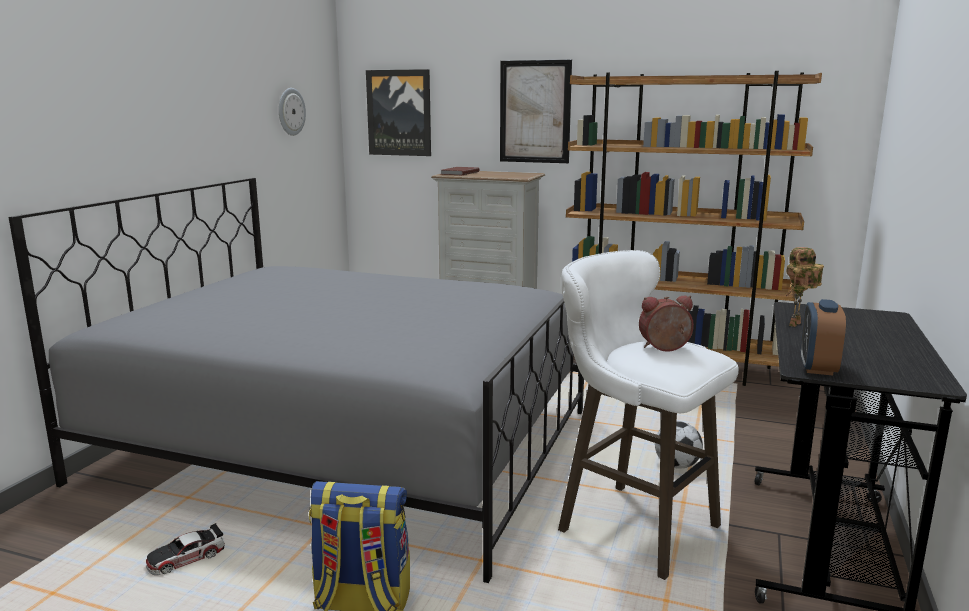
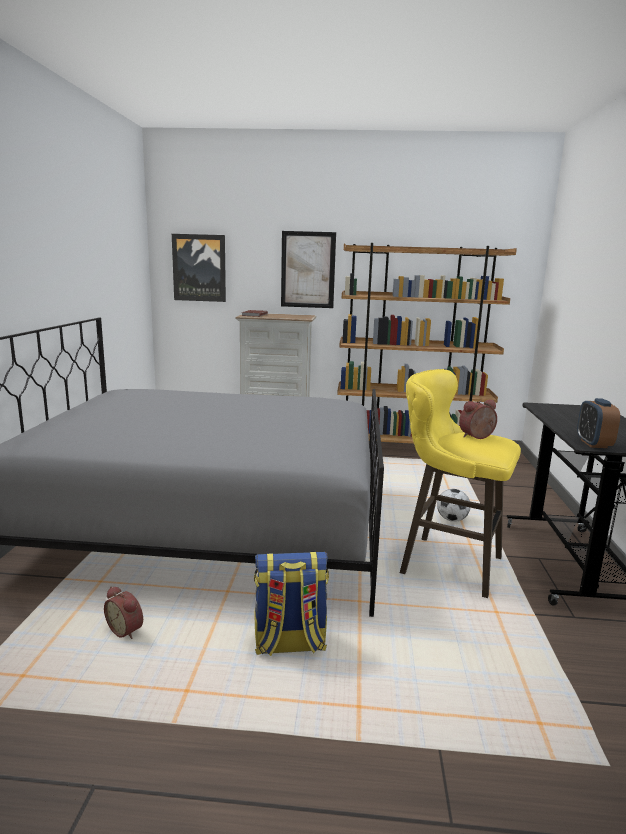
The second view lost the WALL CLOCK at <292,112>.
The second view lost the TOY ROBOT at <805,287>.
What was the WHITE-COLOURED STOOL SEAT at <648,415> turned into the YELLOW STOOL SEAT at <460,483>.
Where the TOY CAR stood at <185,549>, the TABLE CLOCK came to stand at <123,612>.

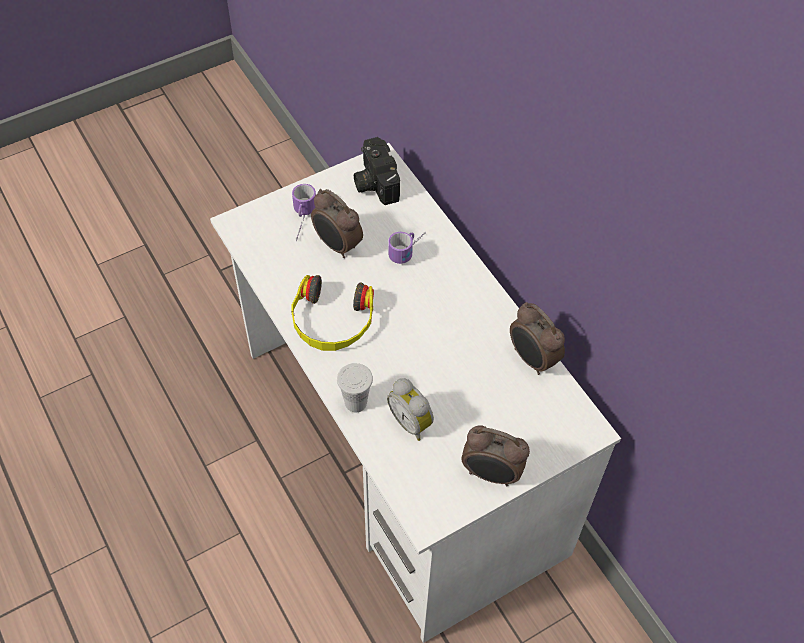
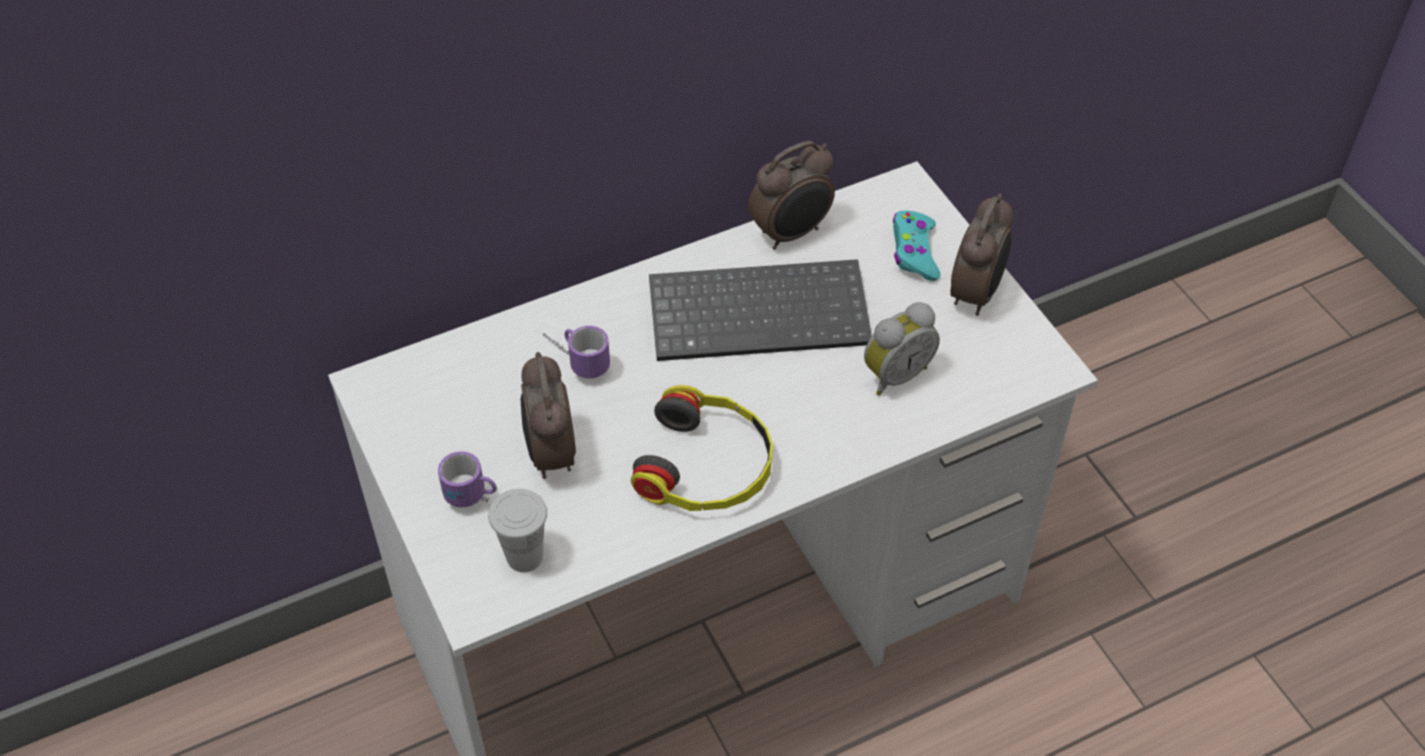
The second view lost the PHOTO CAMERA at <377,171>.
The TABLE CLOCK at <337,223> ended up facing another way, 120 degrees clockwise from before.
The WHITE-COLOURED SMALL CUP ended up elsewhere, having gone from <355,387> to <517,530>.
The second view gained the TURQUOISE GAMEPAD at <916,246>.
The second view gained the KEYBOARD at <760,310>.

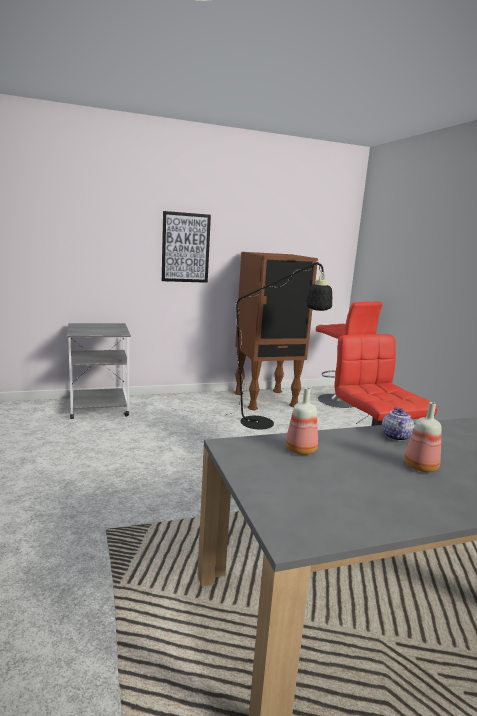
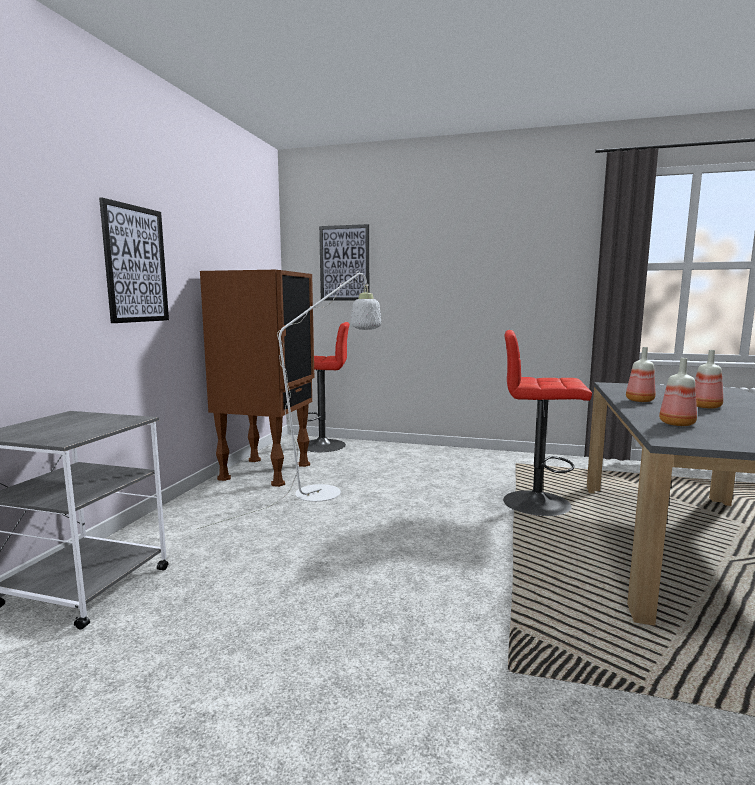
What was the BLACK STANDARD LAMP at <251,345> turned into the WHITE-COLOURED STANDARD LAMP at <289,400>.
Where the TEA POT stood at <398,424>, the DRINK BOTTLE came to stand at <640,374>.
The second view gained the WALL ART at <344,262>.

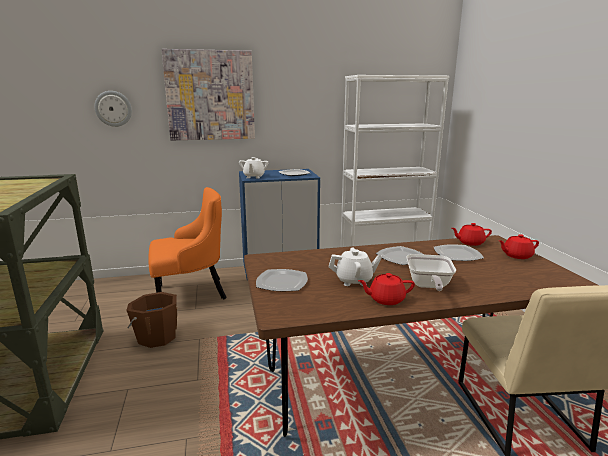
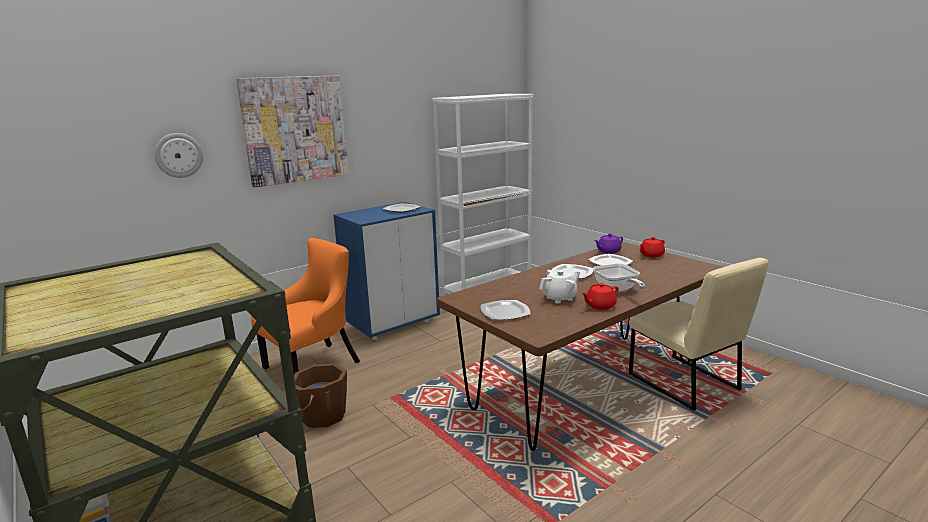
The second view lost the WHITE-COLOURED TEA POT at <253,168>.
What was the REDDISH TEA POT at <472,234> turned into the PURPLE TEA POT at <608,243>.

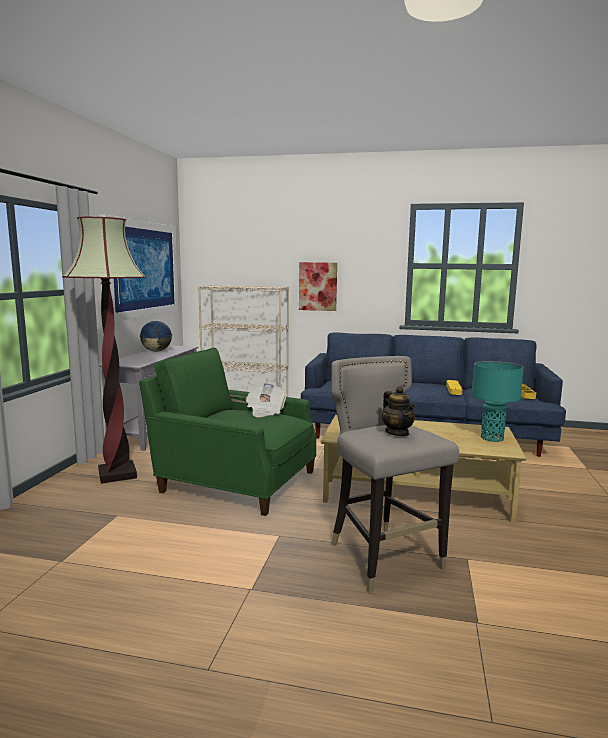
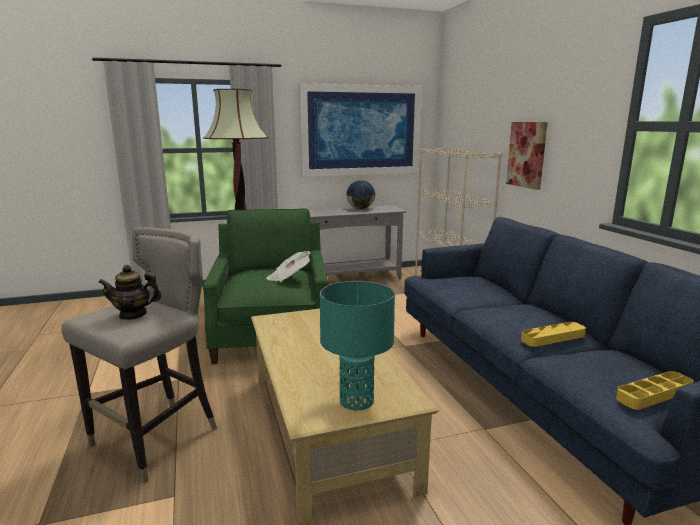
The TEA POT at <398,411> ended up facing another way, 45 degrees clockwise from before.

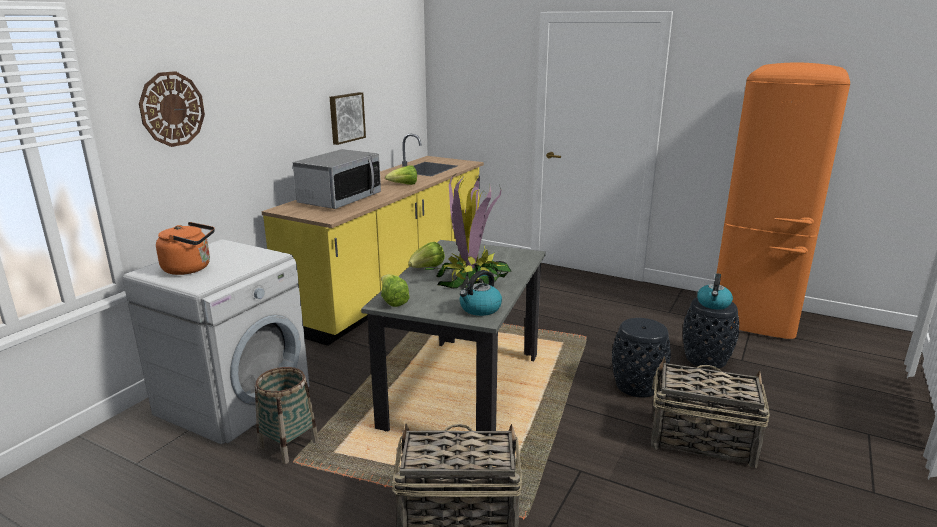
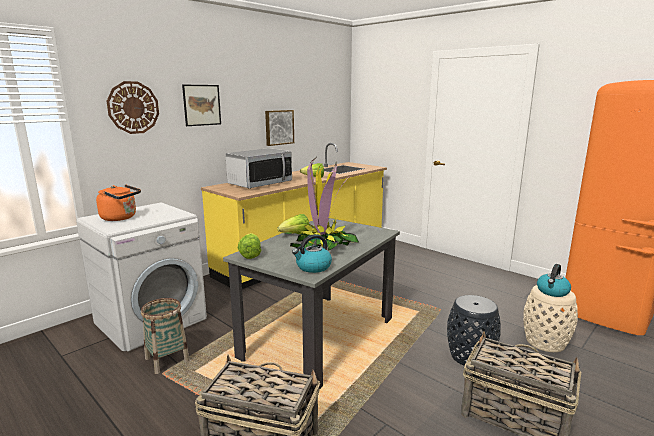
What was the BLACK STOOL SEAT at <711,333> turned into the BEIGE STOOL SEAT at <550,318>.
The second view gained the WALL ART at <201,105>.

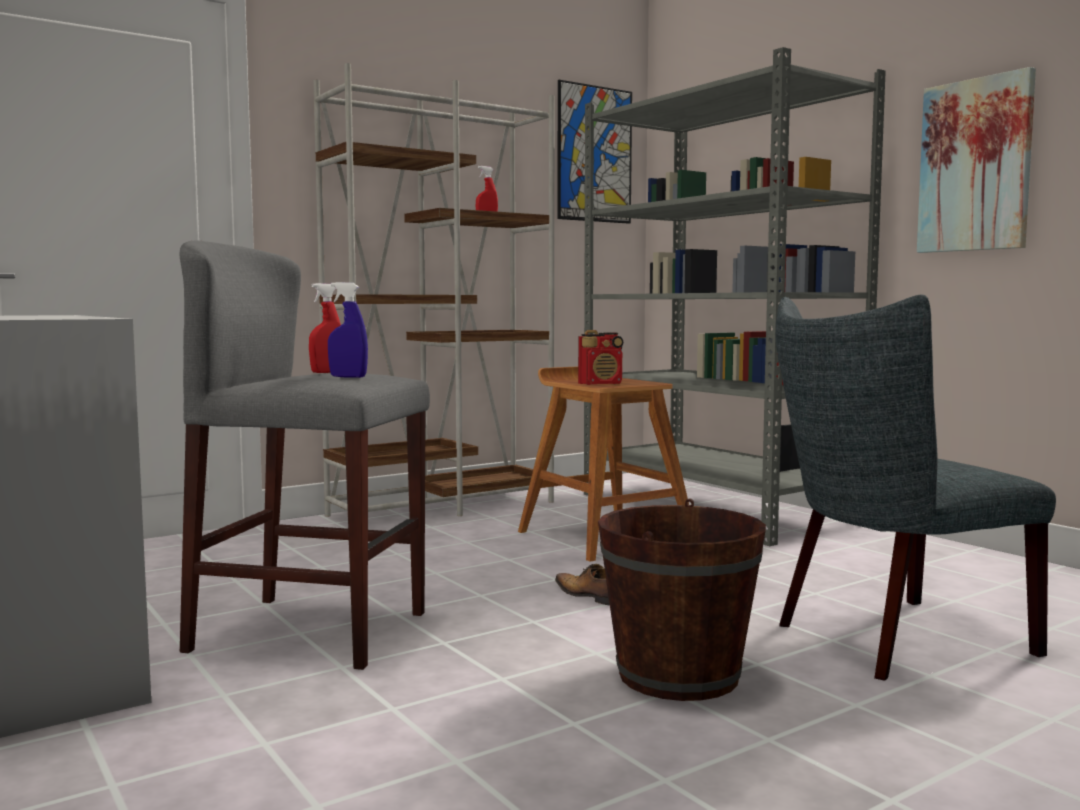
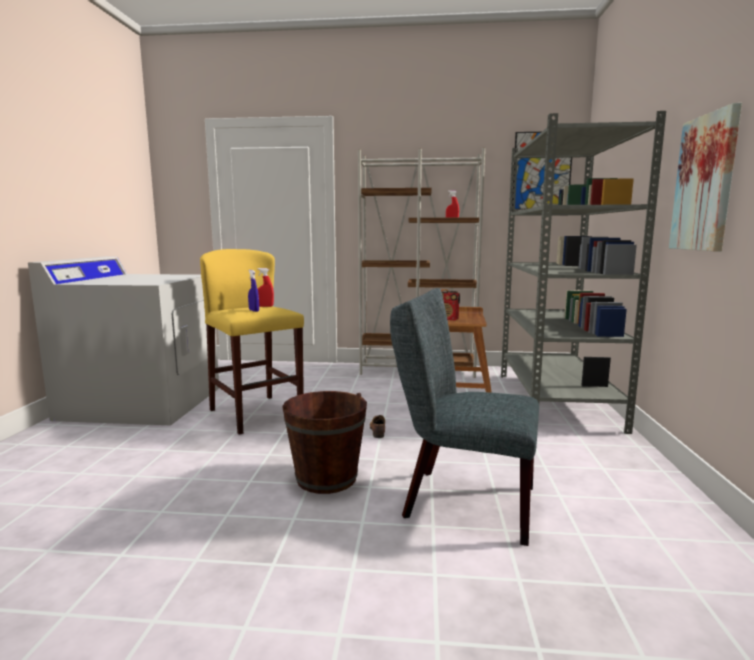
What was the GREY STOOL SEAT at <304,455> turned into the YELLOW STOOL SEAT at <252,342>.

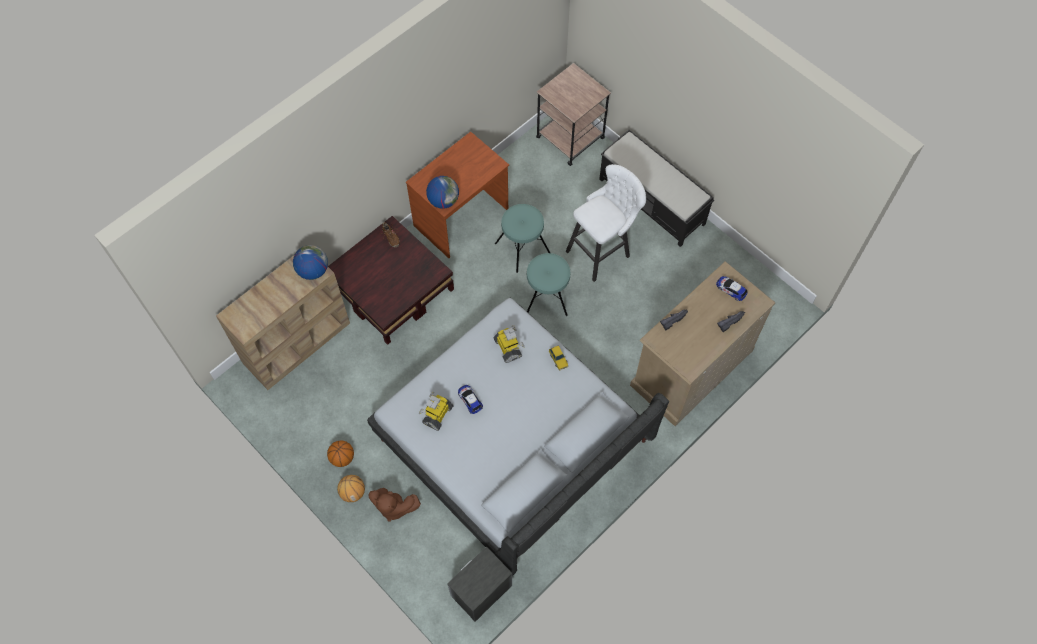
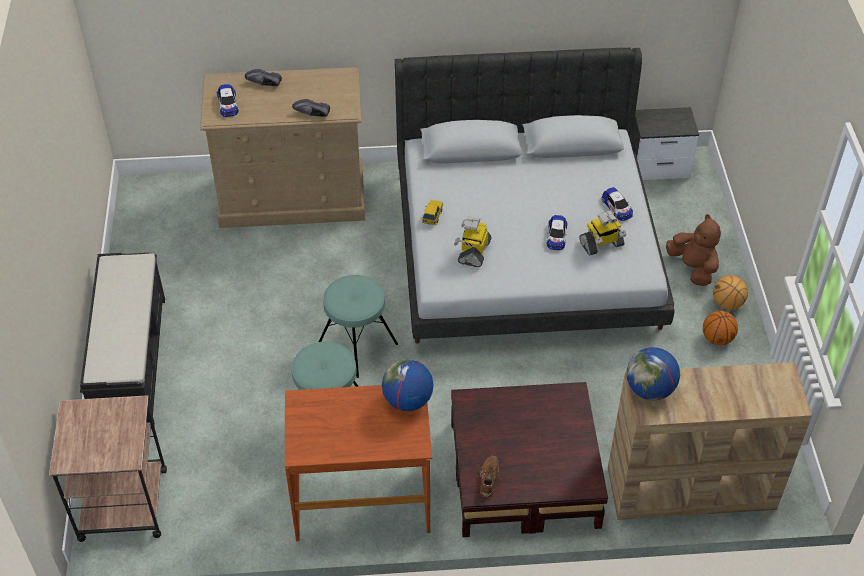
The second view lost the WHITE-COLOURED STOOL SEAT at <606,223>.
The second view gained the TOY CAR at <617,204>.

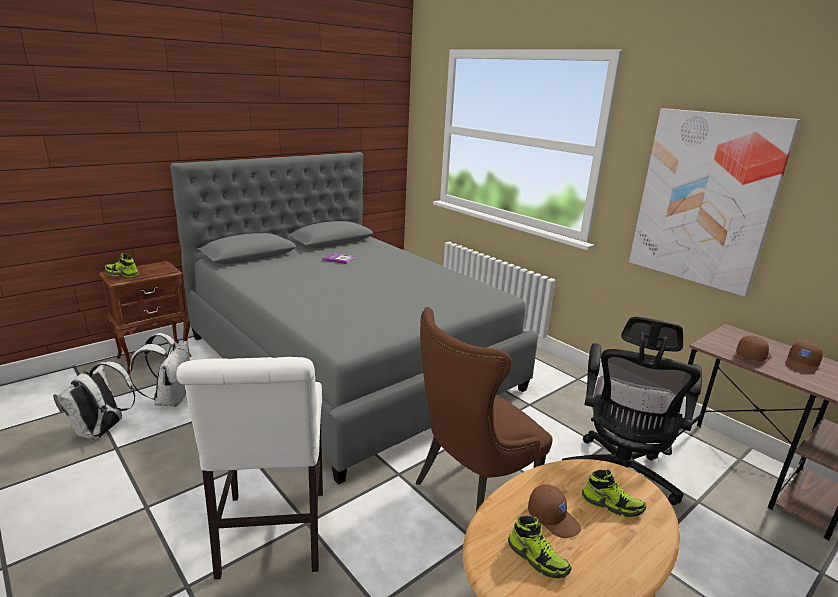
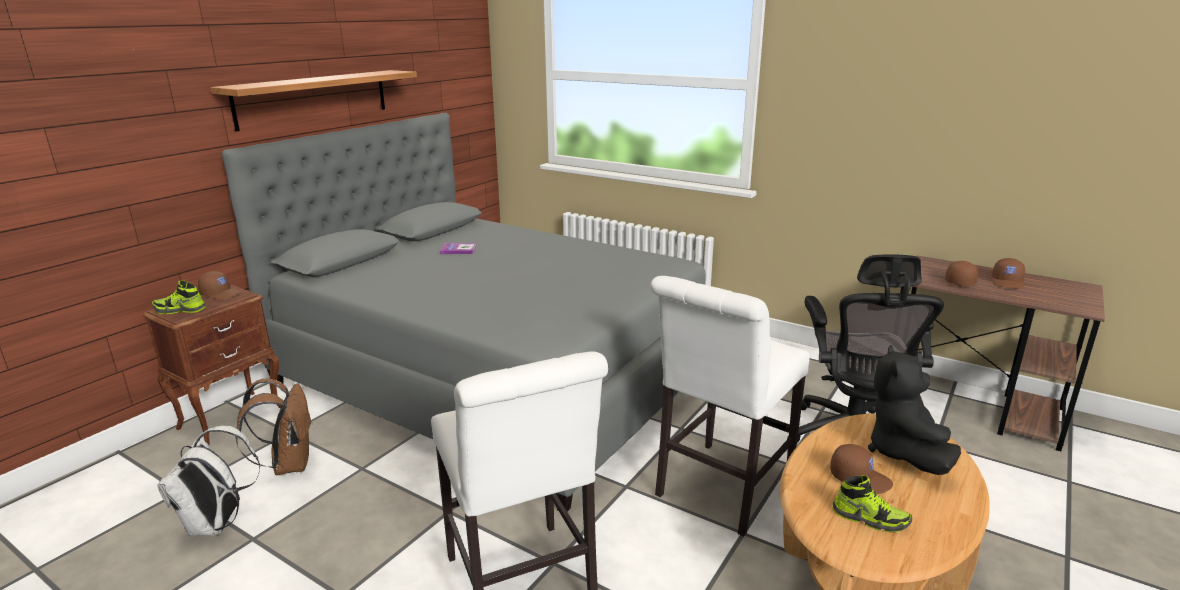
The second view lost the WALL ART at <714,202>.
Where the BROWN-COLOURED PLAIN CHAIR stood at <484,409>, the WHITE-COLOURED STOOL SEAT came to stand at <730,406>.
What was the WHITE-COLOURED BACKPACK at <159,370> turned into the BROWN-COLOURED BACKPACK at <274,427>.
Where the SHOE stood at <614,493>, the BLACK SOFT TOY came to stand at <914,410>.
The second view gained the SHELF at <313,101>.
The second view gained the BROWN-COLOURED BASEBALL CAP at <219,285>.

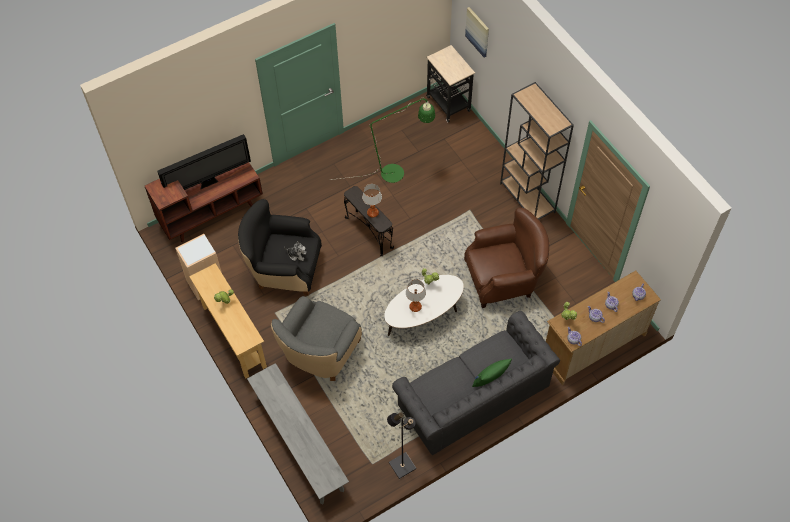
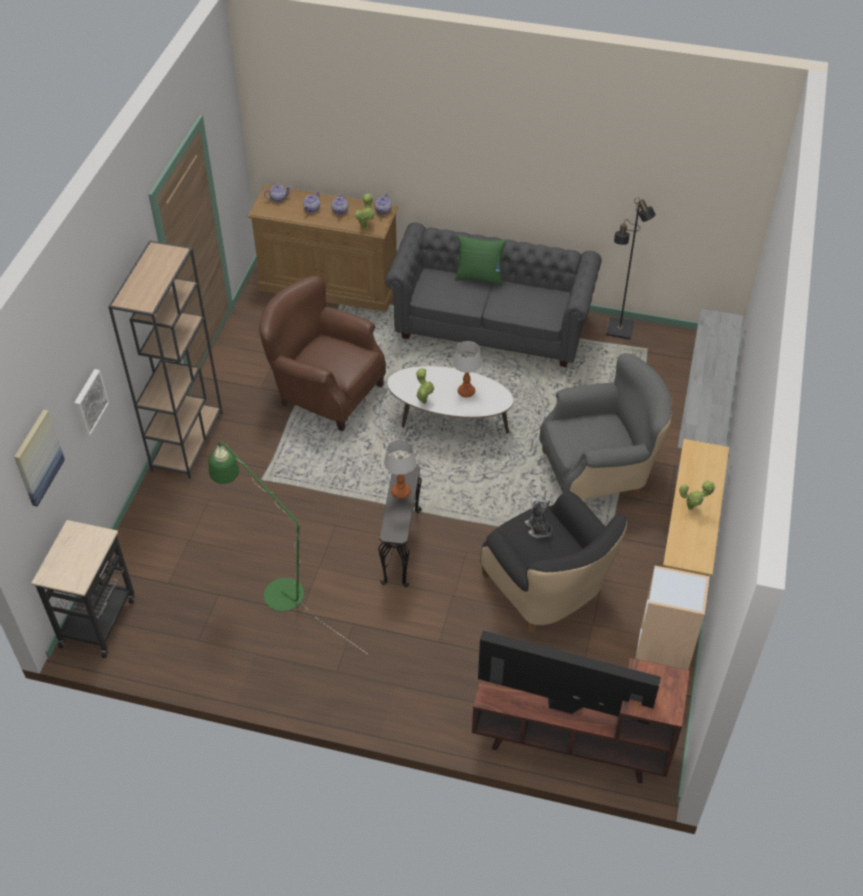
The second view gained the WALL ART at <91,403>.

